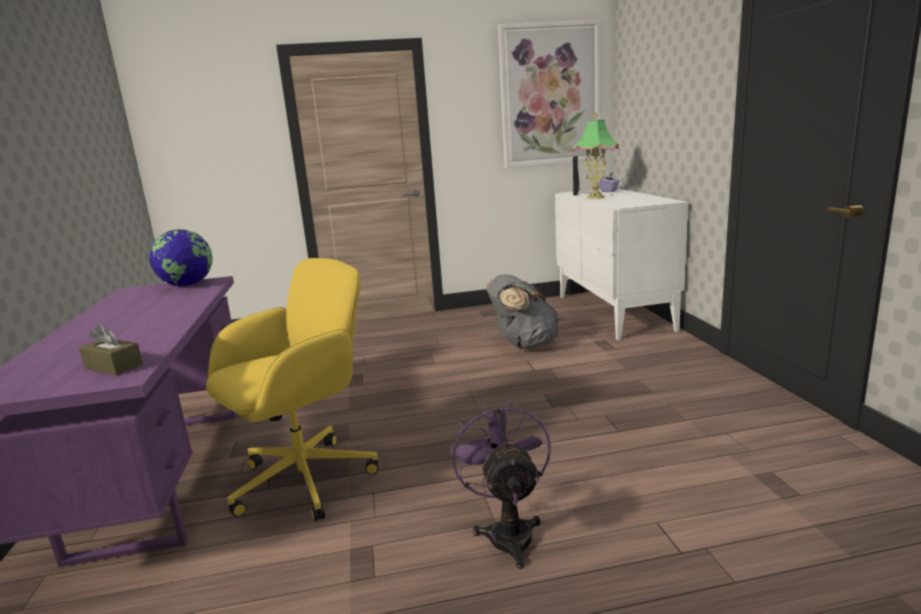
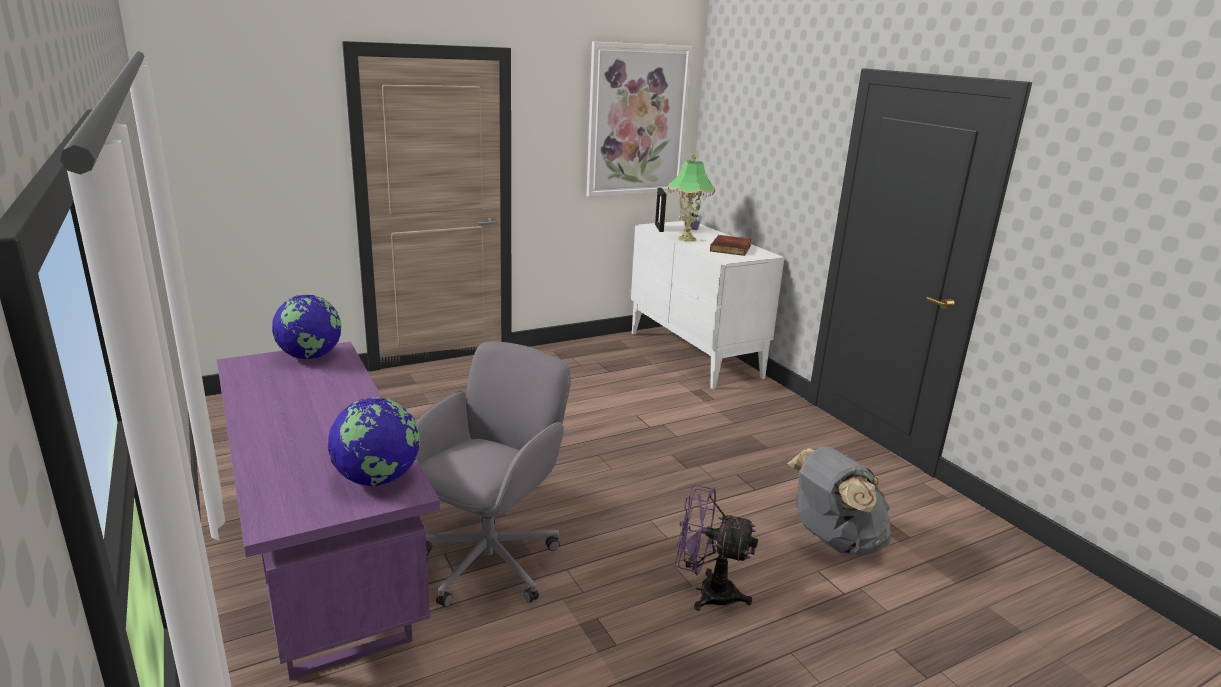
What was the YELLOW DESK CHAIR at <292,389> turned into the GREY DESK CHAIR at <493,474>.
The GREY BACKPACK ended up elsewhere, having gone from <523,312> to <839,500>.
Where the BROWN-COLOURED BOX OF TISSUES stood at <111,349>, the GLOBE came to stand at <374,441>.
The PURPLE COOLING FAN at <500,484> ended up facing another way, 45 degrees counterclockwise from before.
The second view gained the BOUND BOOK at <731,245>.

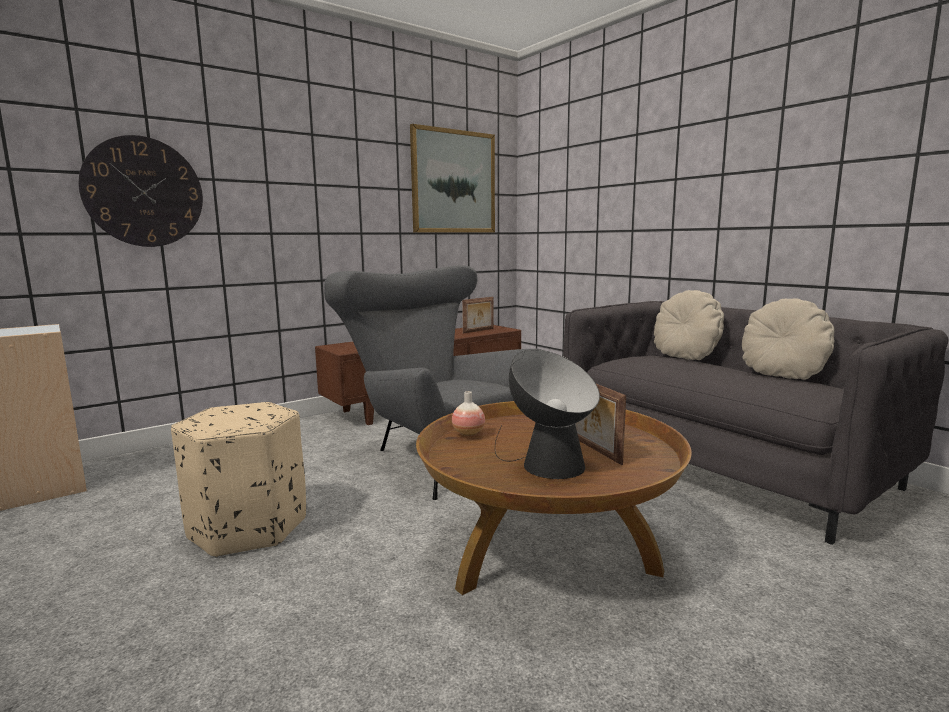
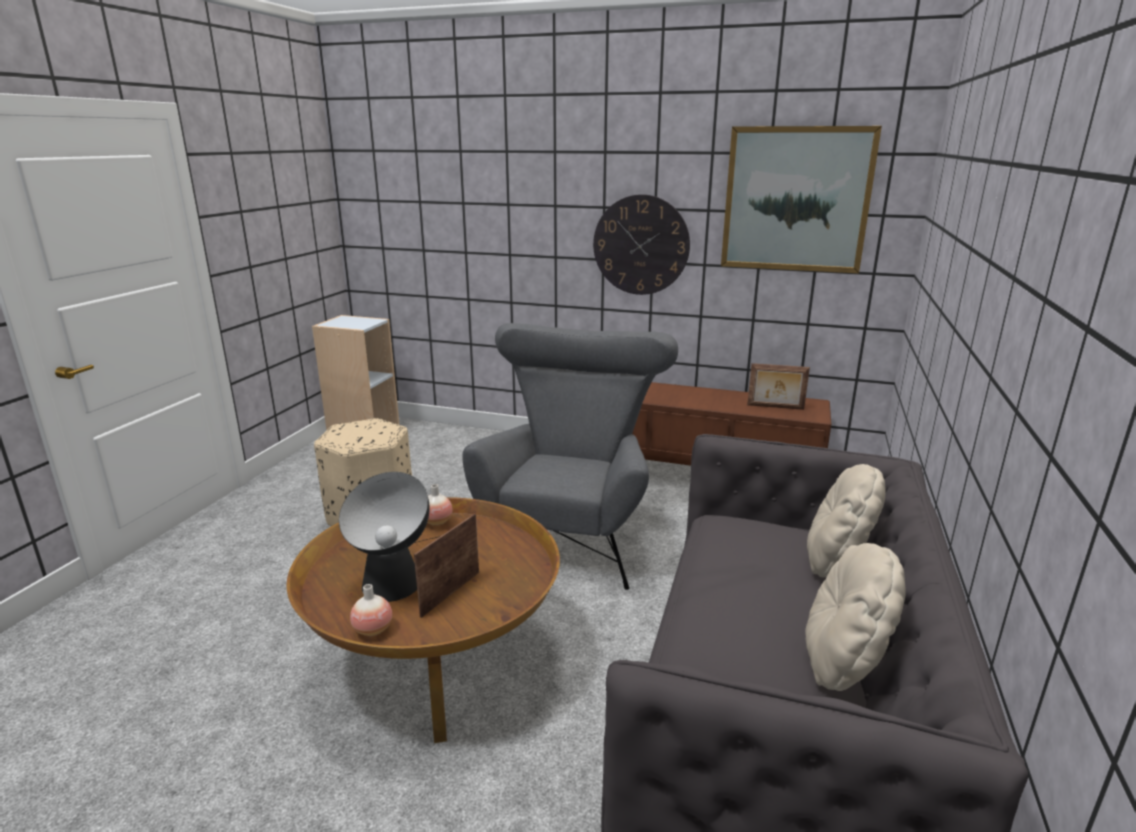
The WALL CLOCK ended up elsewhere, having gone from <140,191> to <641,244>.
The second view gained the VASE at <371,610>.

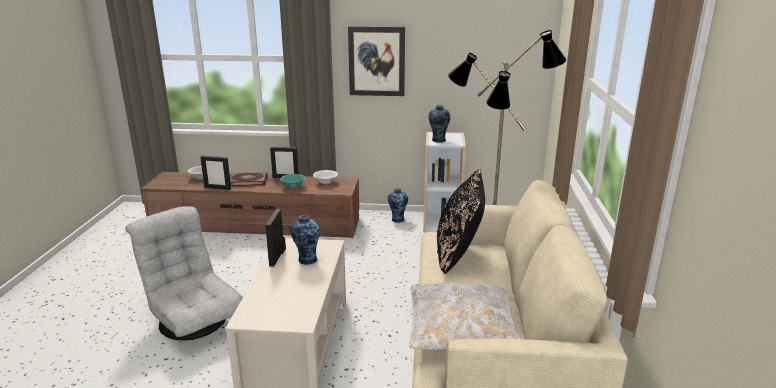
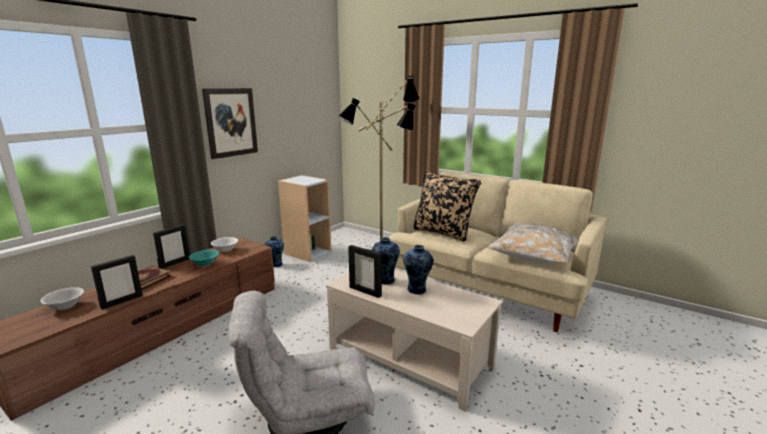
The VASE ended up elsewhere, having gone from <439,124> to <418,270>.

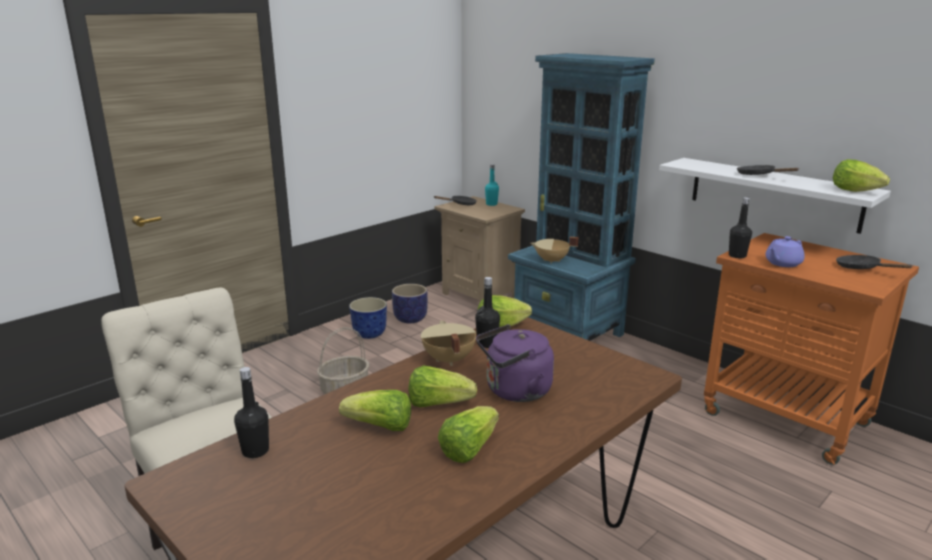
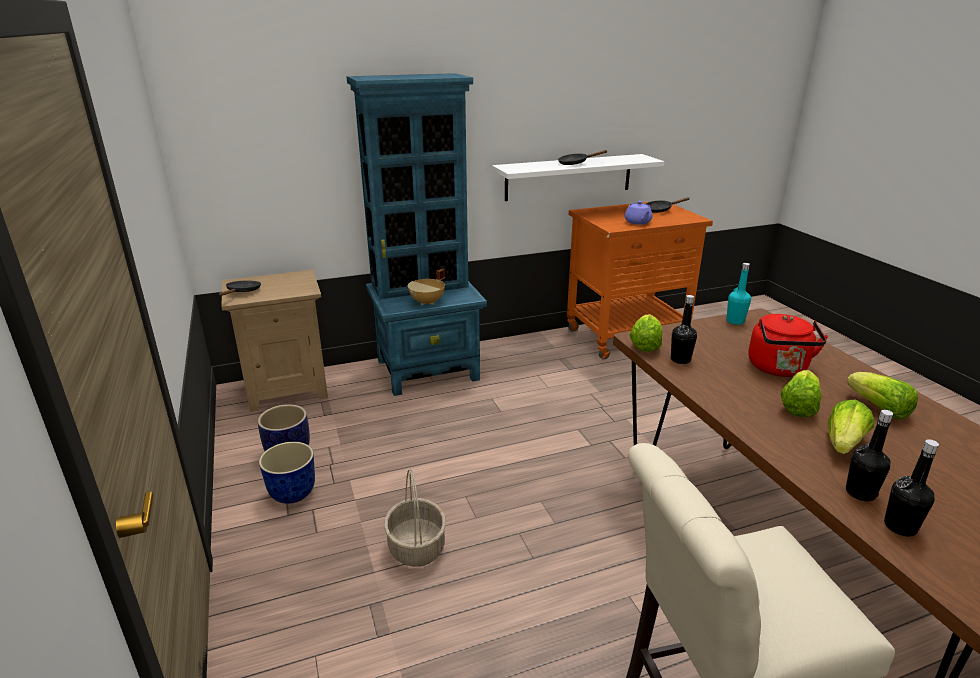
The second view lost the LETTUCE HEAD at <861,175>.
The TURQUOISE DRINK BOTTLE ended up elsewhere, having gone from <492,185> to <738,294>.
The BLACK DRINK BOTTLE ended up elsewhere, having gone from <740,227> to <869,455>.
The second view lost the BEIGE SAUCEPOT at <448,343>.
What was the PURPLE WATER KETTLE at <515,363> turned into the REDDISH WATER KETTLE at <788,345>.

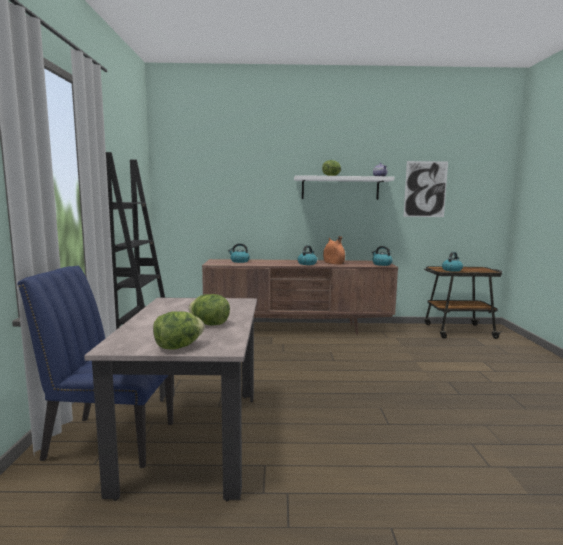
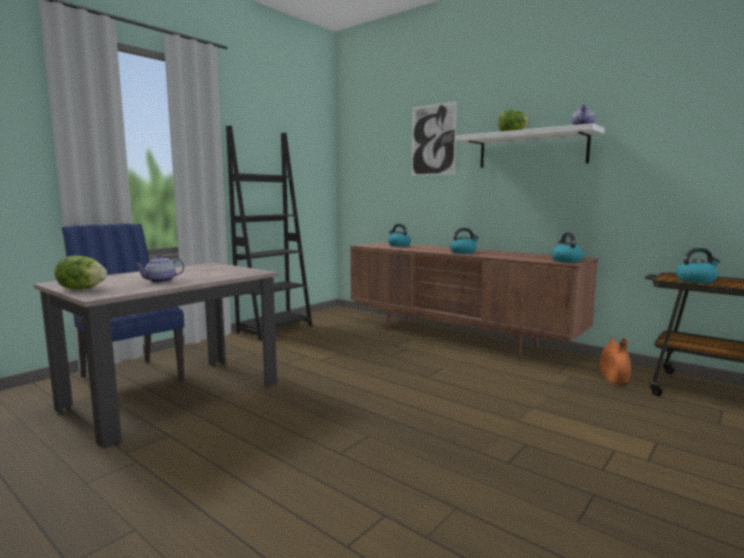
The WALL ART ended up elsewhere, having gone from <426,189> to <434,138>.
The ORANGE-COLOURED VASE ended up elsewhere, having gone from <334,250> to <615,360>.
Where the LETTUCE HEAD stood at <209,309>, the TEA POT came to stand at <159,268>.

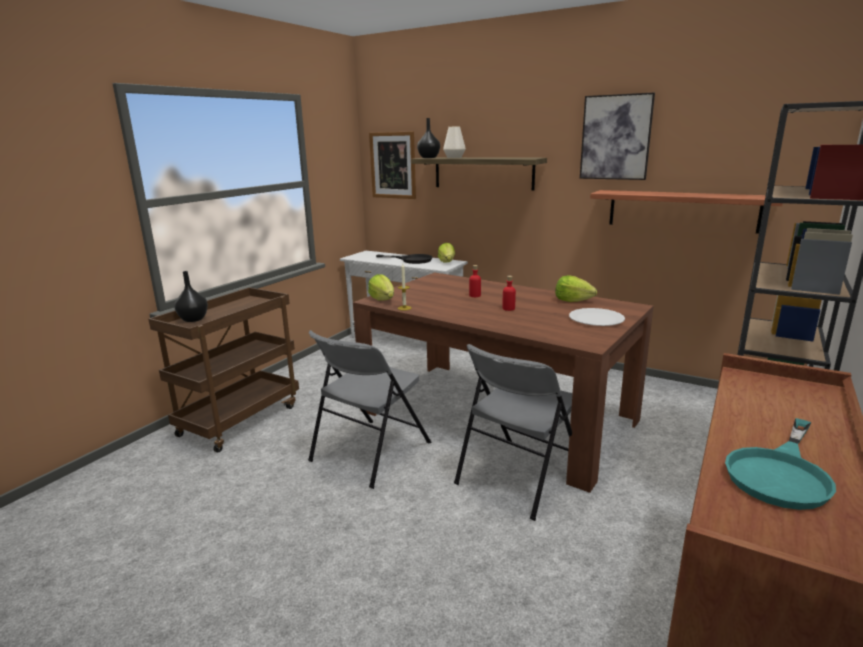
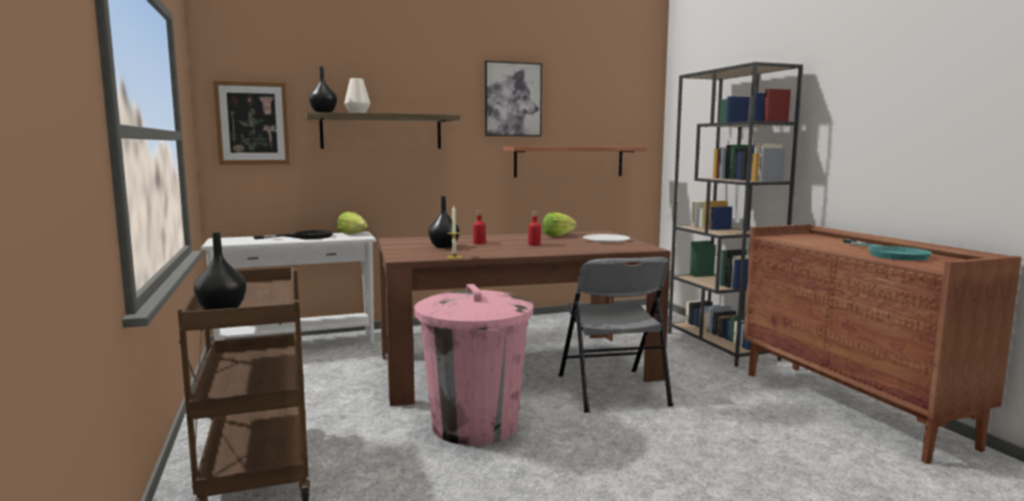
The second view lost the LETTUCE HEAD at <381,287>.
Where the GREY PLAIN CHAIR stood at <369,409>, the PINKISH WASTE BIN came to stand at <473,364>.
The second view gained the BLACK VASE at <444,222>.

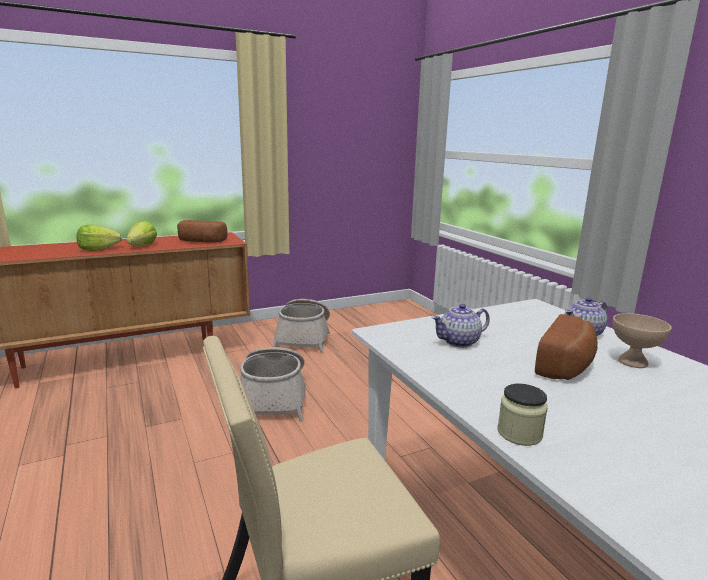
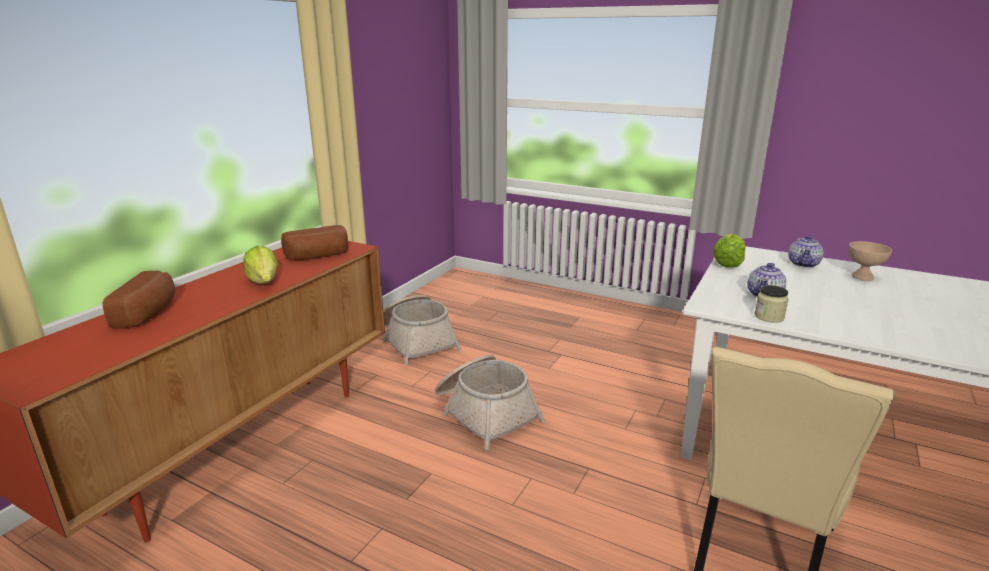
The LETTUCE HEAD ended up elsewhere, having gone from <99,238> to <729,251>.
The BAKERY BREAD ended up elsewhere, having gone from <566,347> to <139,300>.
The JAR ended up elsewhere, having gone from <523,415> to <772,304>.

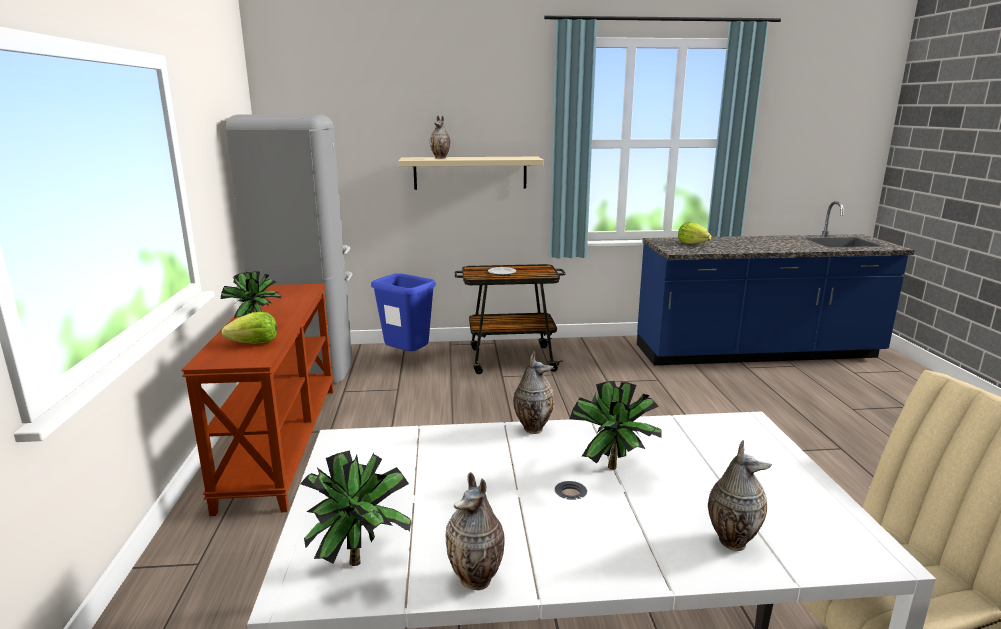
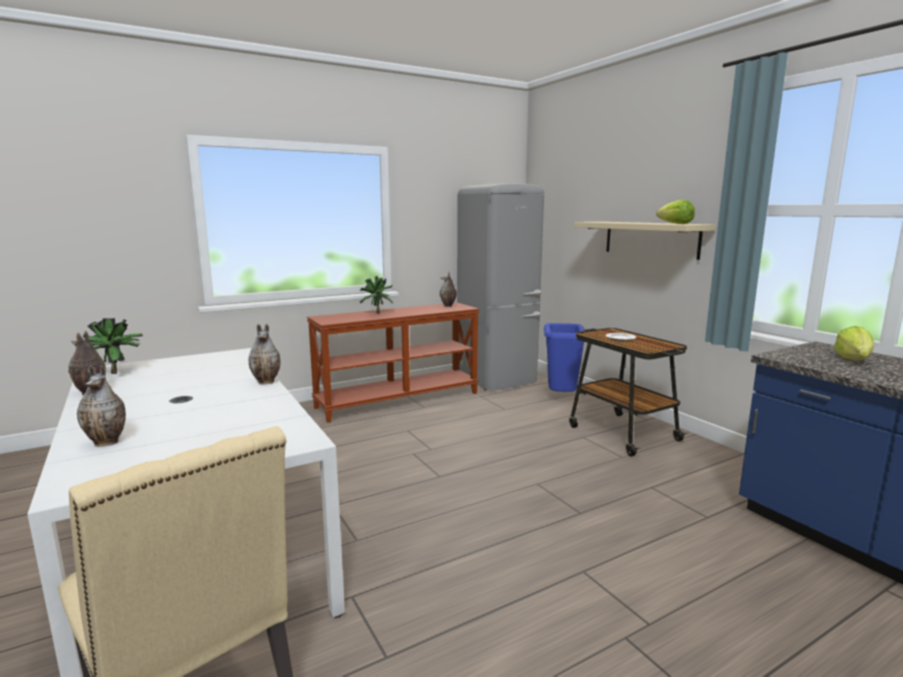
The VASE ended up elsewhere, having gone from <440,137> to <448,289>.
The LETTUCE HEAD ended up elsewhere, having gone from <249,328> to <675,212>.
The second view lost the HOUSEPLANT at <616,425>.

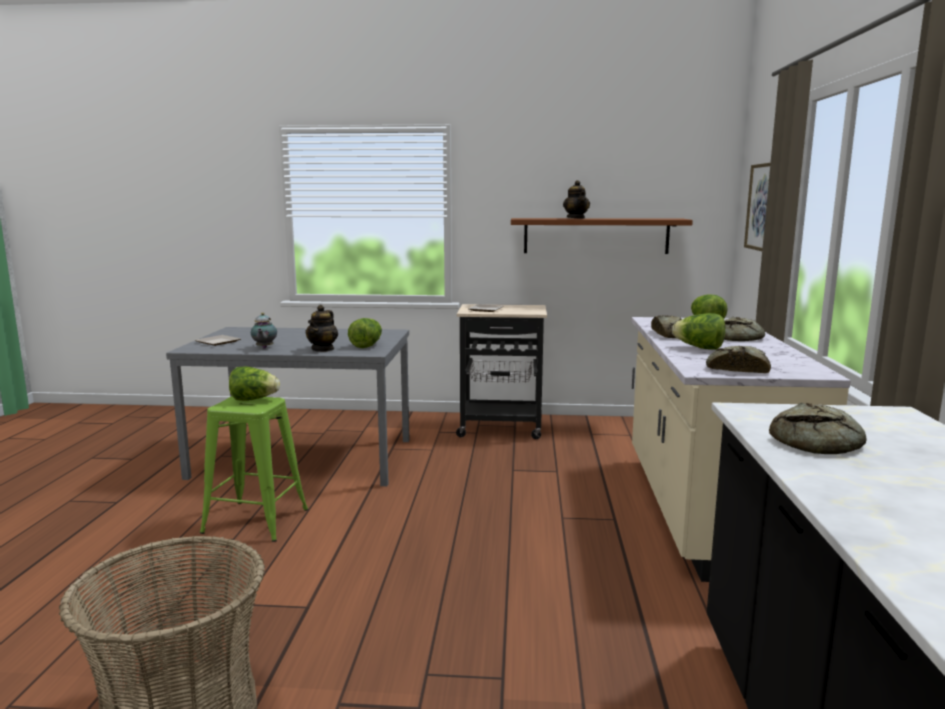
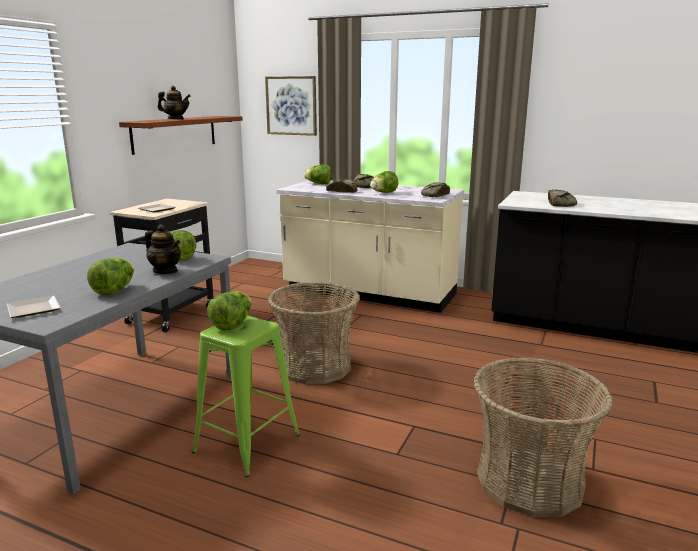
Where the TEA POT stood at <264,331>, the LETTUCE HEAD came to stand at <110,277>.
The second view gained the HOUSEHOLD BASKET at <314,333>.

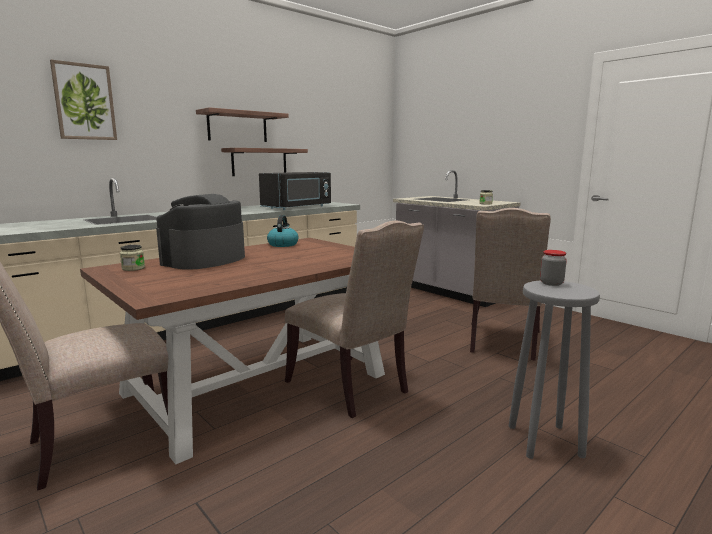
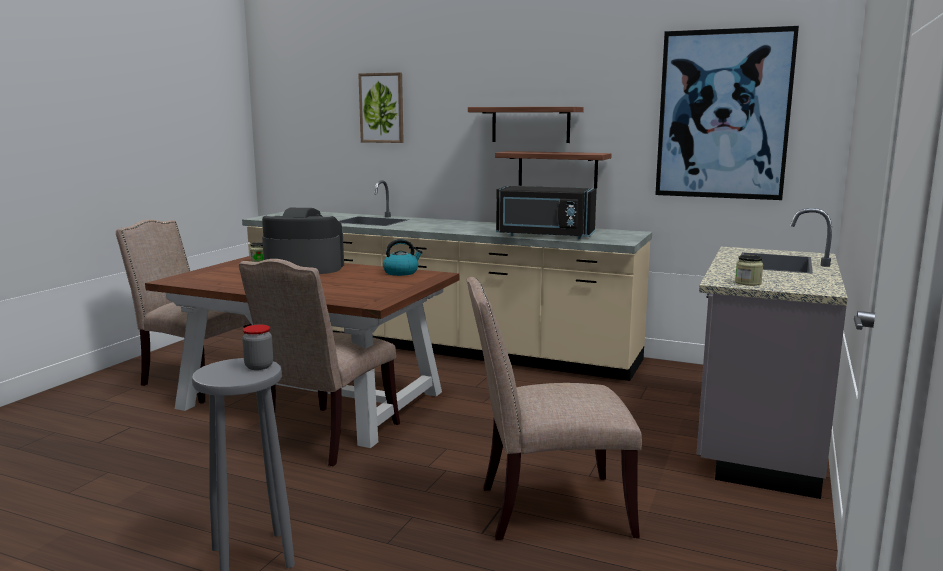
The second view gained the WALL ART at <727,113>.

